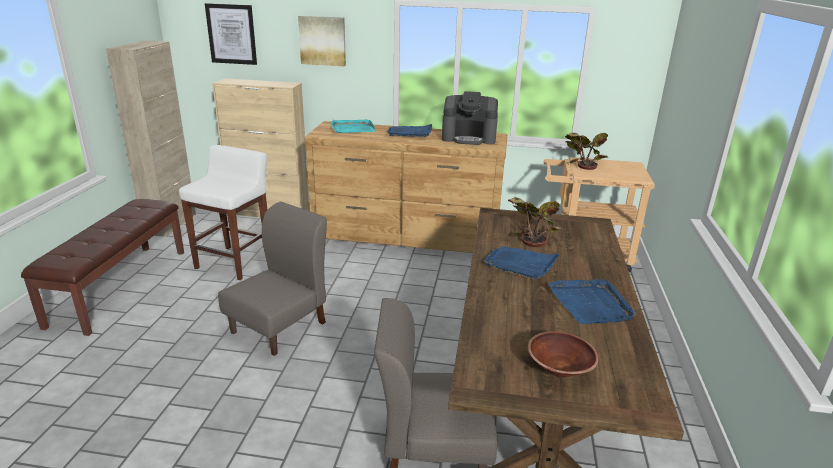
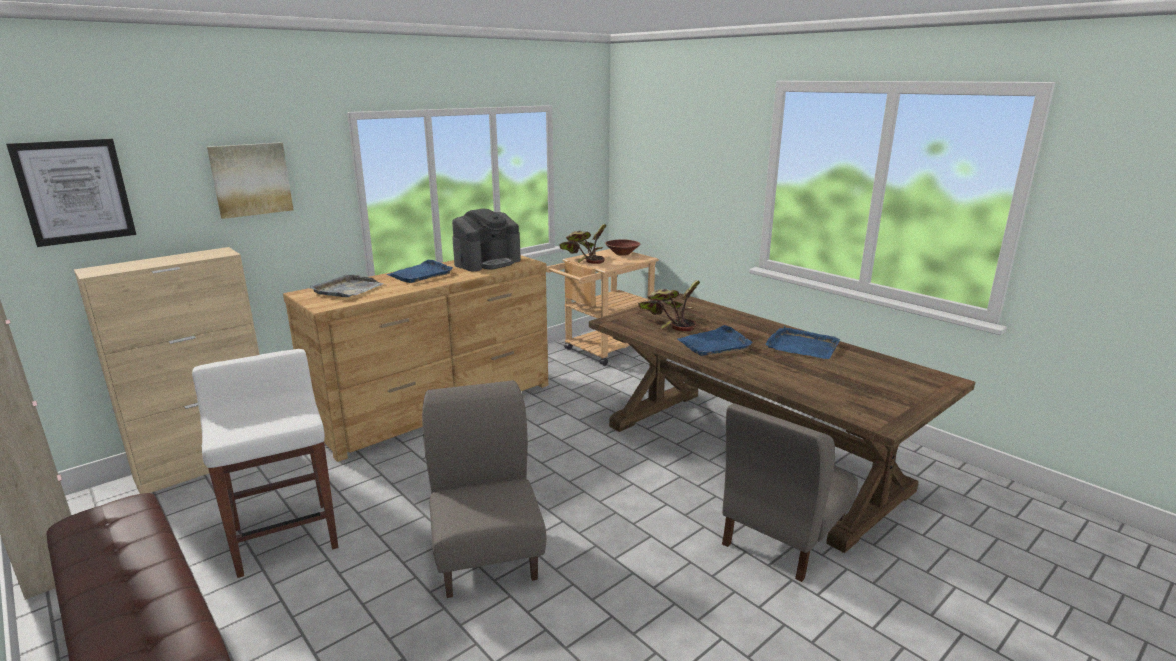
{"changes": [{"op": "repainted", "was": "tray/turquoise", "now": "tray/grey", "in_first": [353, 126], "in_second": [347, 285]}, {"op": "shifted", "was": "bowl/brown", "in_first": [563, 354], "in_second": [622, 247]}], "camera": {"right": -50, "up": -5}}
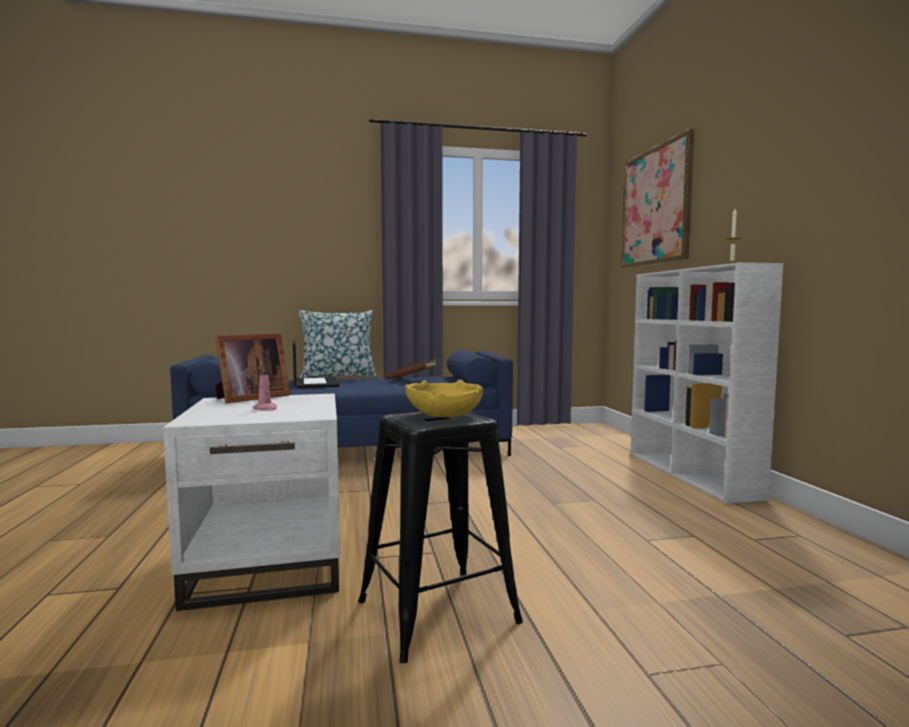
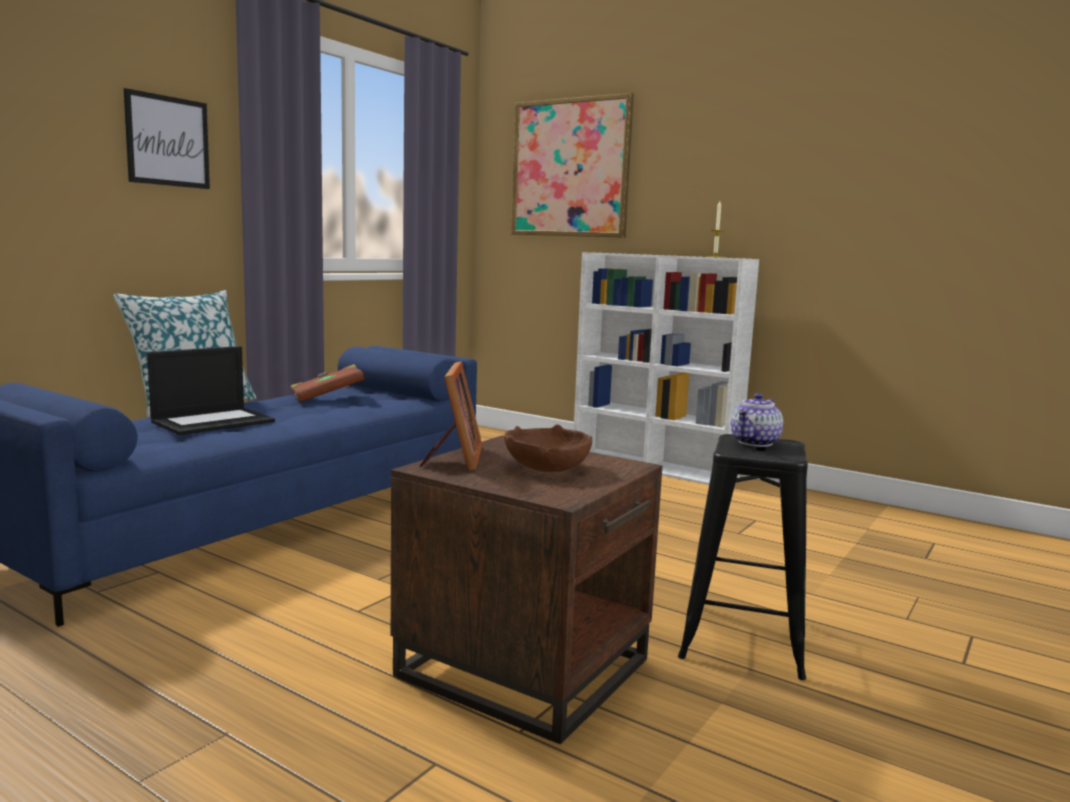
{"changes": [{"op": "rotated", "was": "laptop", "in_first": [316, 364], "in_second": [211, 390], "clockwise": 105}, {"op": "swapped", "was": "candle/pink", "now": "bowl/brown", "in_first": [264, 388], "in_second": [548, 448]}, {"op": "swapped", "was": "bowl/yellow", "now": "teapot", "in_first": [444, 399], "in_second": [757, 420]}, {"op": "repainted", "was": "side table/white", "now": "side table/brown", "in_first": [251, 502], "in_second": [526, 590]}, {"op": "new", "now": "picture", "in_second": [167, 138]}], "camera": {"right": -45, "up": 5}}
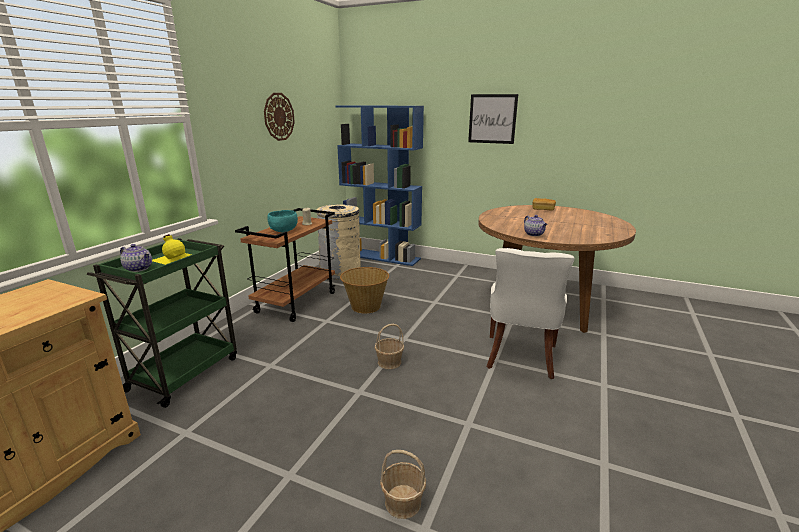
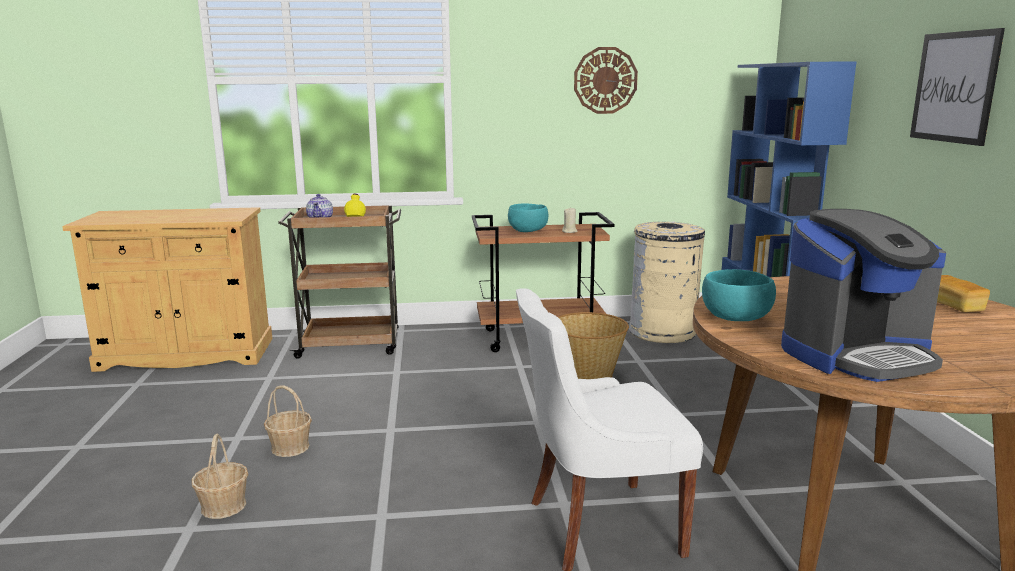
{"changes": [{"op": "swapped", "was": "teapot", "now": "bowl/turquoise", "in_first": [535, 225], "in_second": [739, 295]}, {"op": "repainted", "was": "cart/green", "now": "cart/brown", "in_first": [162, 323], "in_second": [339, 281]}, {"op": "shifted", "was": "basket", "in_first": [389, 346], "in_second": [288, 421]}, {"op": "new", "now": "coffee machine", "in_second": [863, 295]}], "camera": {"right": 60, "up": -5}}
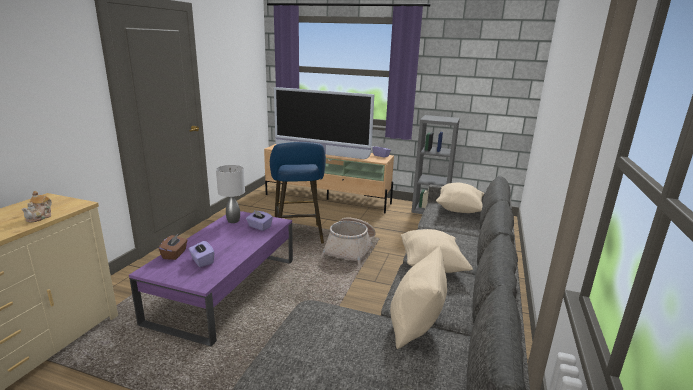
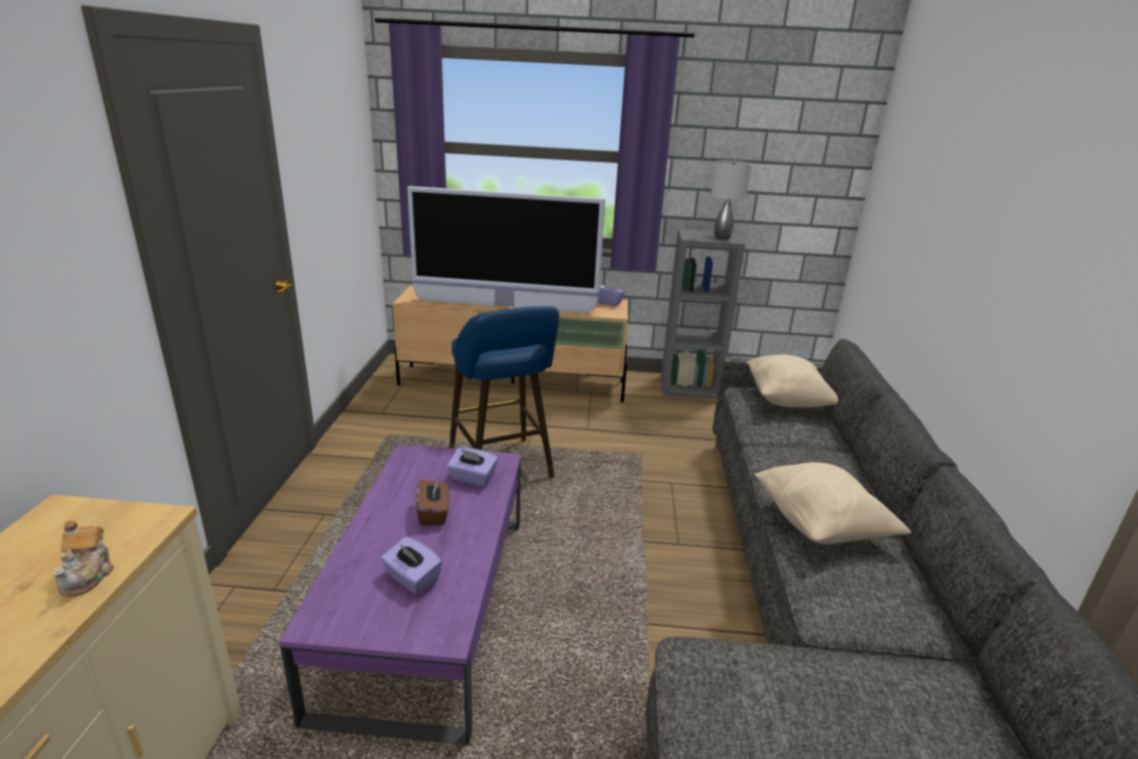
{"changes": [{"op": "shifted", "was": "table lamp/grey", "in_first": [230, 194], "in_second": [731, 199]}, {"op": "gone", "was": "basket", "in_first": [348, 241]}, {"op": "shifted", "was": "tissue box/brown", "in_first": [173, 247], "in_second": [432, 502]}, {"op": "gone", "was": "pillow/beige", "in_first": [418, 297]}], "camera": {"right": -15, "up": 5}}
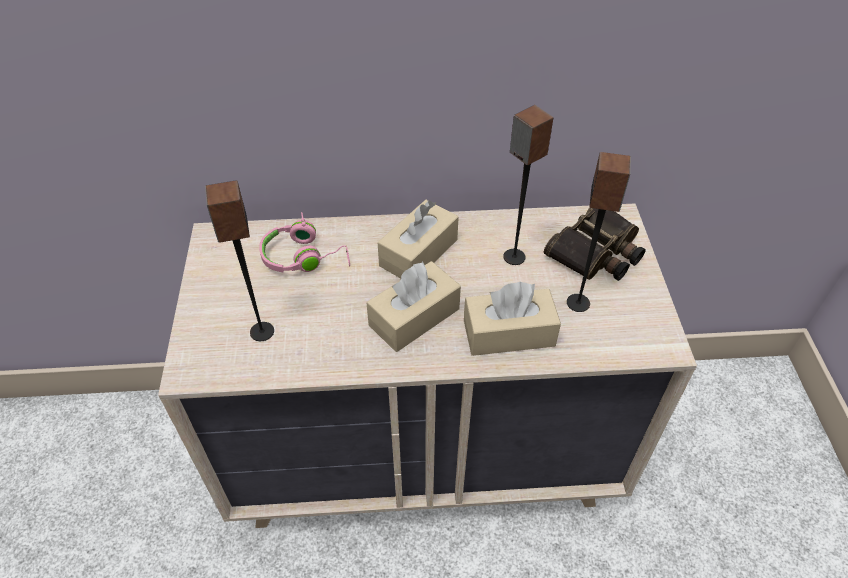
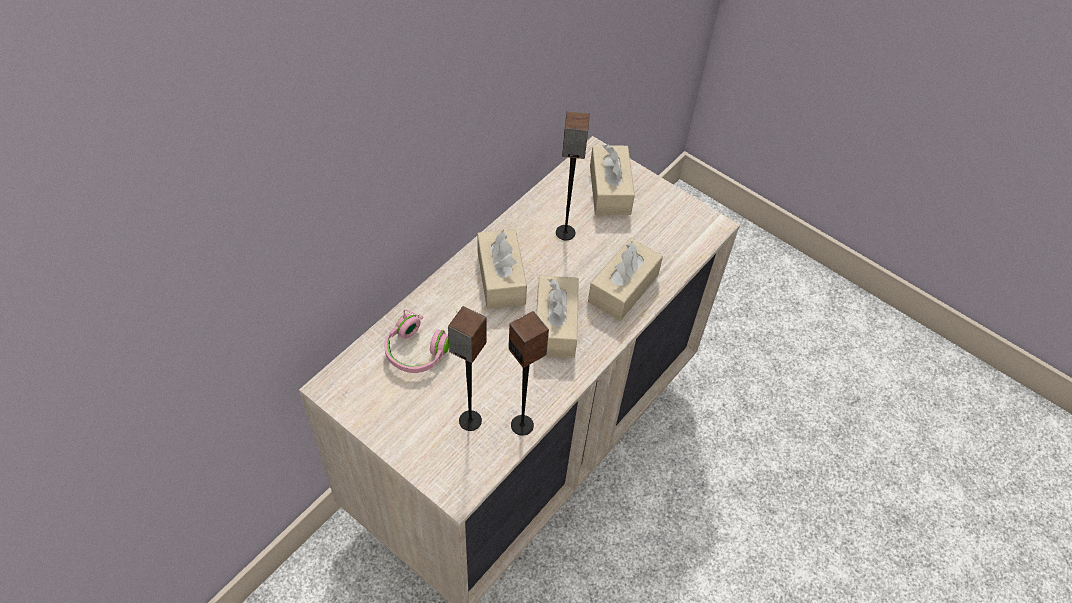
{"changes": [{"op": "shifted", "was": "speaker", "in_first": [599, 232], "in_second": [529, 373]}, {"op": "swapped", "was": "binoculars", "now": "tissue box/beige", "in_first": [595, 244], "in_second": [612, 179]}], "camera": {"right": -50, "up": 5}}
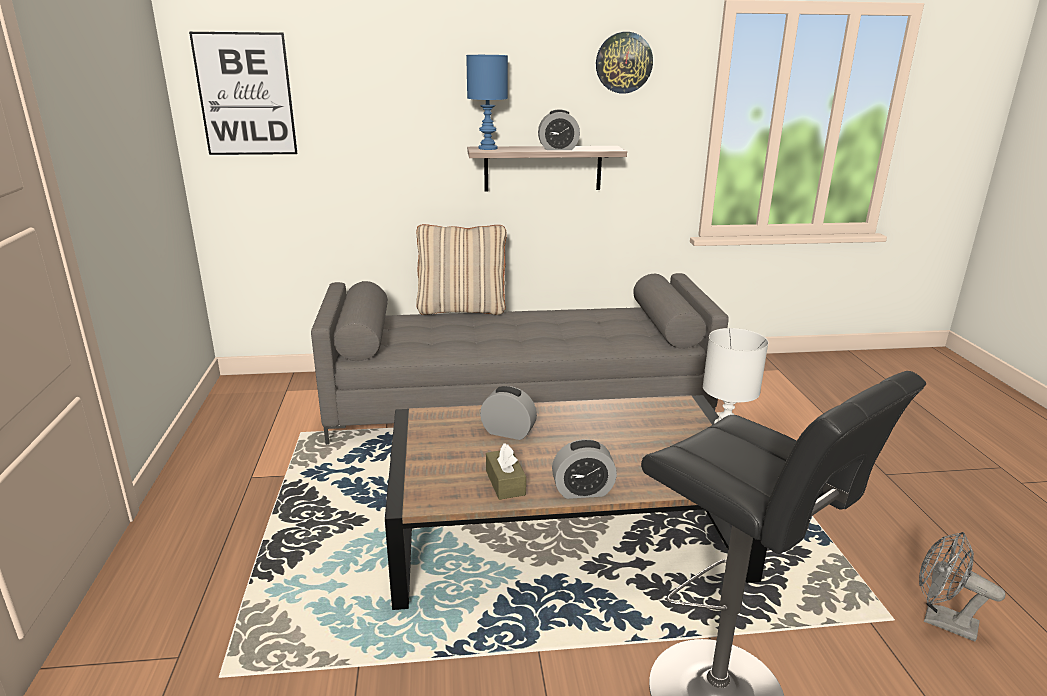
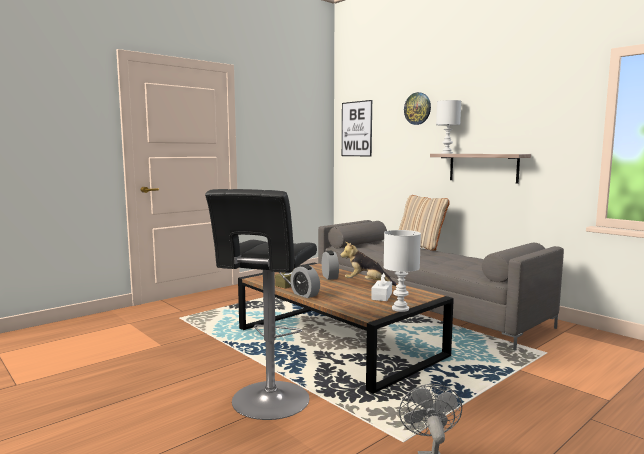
{"changes": [{"op": "shifted", "was": "wall clock", "in_first": [624, 63], "in_second": [417, 108]}, {"op": "repainted", "was": "table lamp/blue", "now": "table lamp/white", "in_first": [487, 102], "in_second": [448, 127]}, {"op": "gone", "was": "alarm clock", "in_first": [559, 129]}, {"op": "new", "now": "plush toy", "in_second": [368, 264]}, {"op": "new", "now": "tissue box/white", "in_second": [381, 287]}], "camera": {"right": 55, "up": -15}}
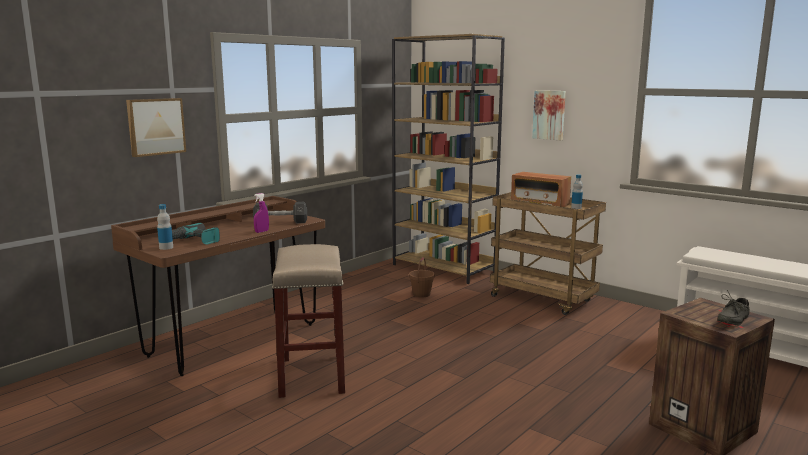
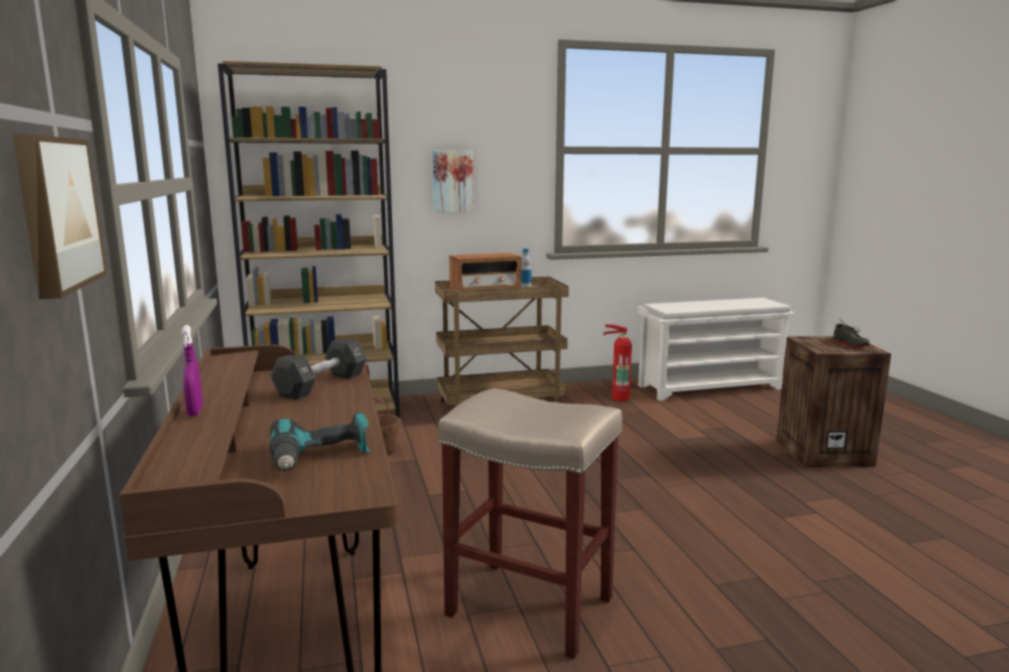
{"changes": [{"op": "shifted", "was": "spray bottle/purple", "in_first": [261, 213], "in_second": [192, 370]}, {"op": "gone", "was": "bottle", "in_first": [165, 227]}, {"op": "new", "now": "fire extinguisher", "in_second": [617, 362]}], "camera": {"right": -55, "up": 0}}
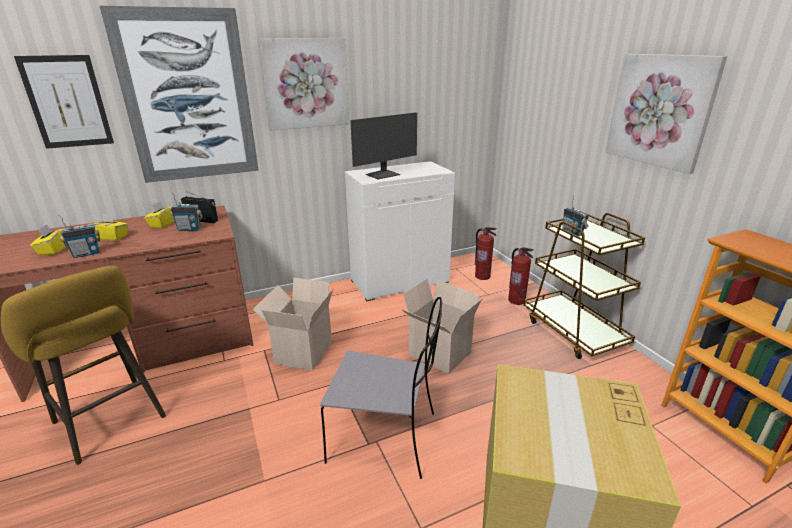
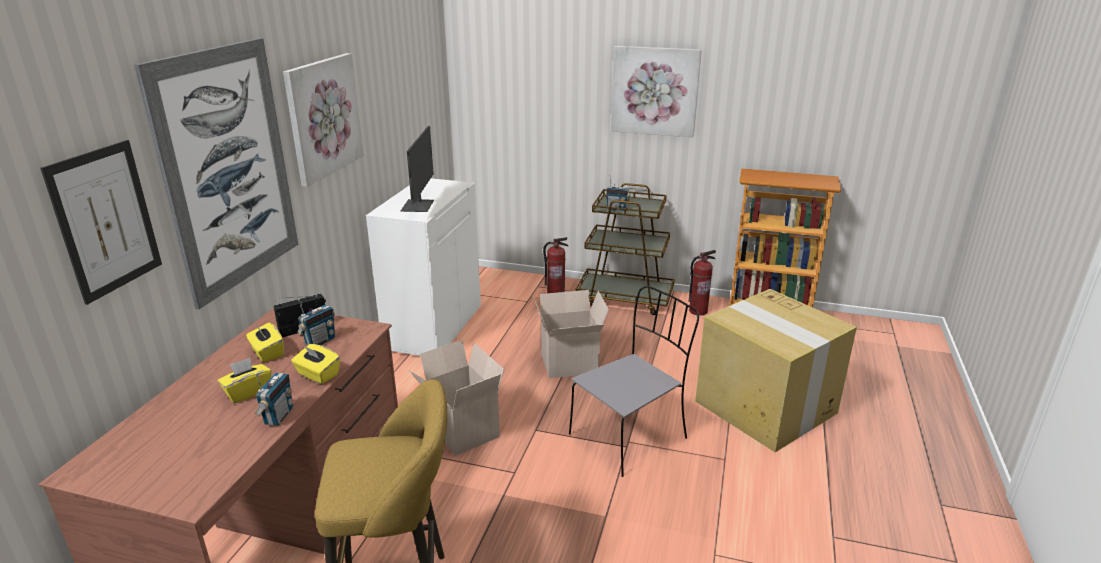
{"changes": [{"op": "shifted", "was": "tissue box/yellow", "in_first": [48, 239], "in_second": [315, 364]}, {"op": "shifted", "was": "fire extinguisher", "in_first": [486, 253], "in_second": [702, 283]}], "camera": {"right": -50, "up": 0}}
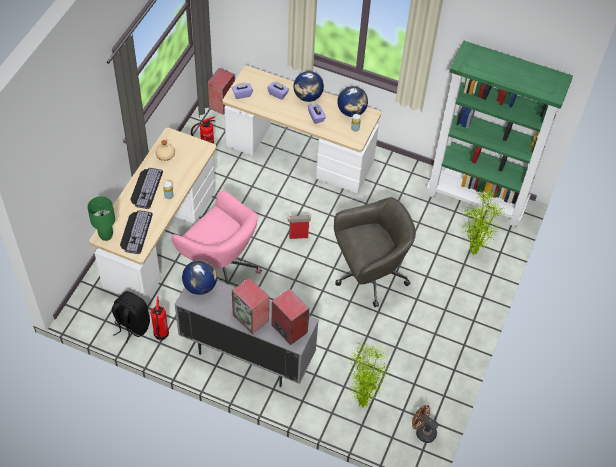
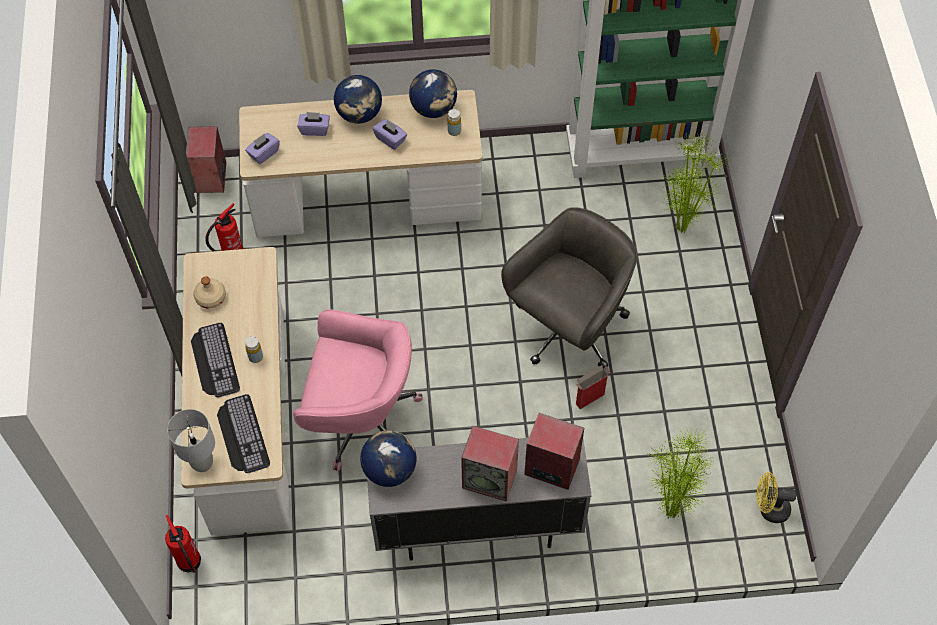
{"changes": [{"op": "repainted", "was": "table lamp/green", "now": "table lamp/grey", "in_first": [101, 218], "in_second": [191, 440]}, {"op": "shifted", "was": "cardboard box", "in_first": [299, 227], "in_second": [593, 387]}, {"op": "gone", "was": "backpack/black", "in_first": [131, 317]}, {"op": "shifted", "was": "fire extinguisher", "in_first": [160, 318], "in_second": [183, 544]}, {"op": "repainted", "was": "fan/brown", "now": "fan/yellow", "in_first": [425, 424], "in_second": [776, 497]}], "camera": {"right": -25, "up": 5}}
